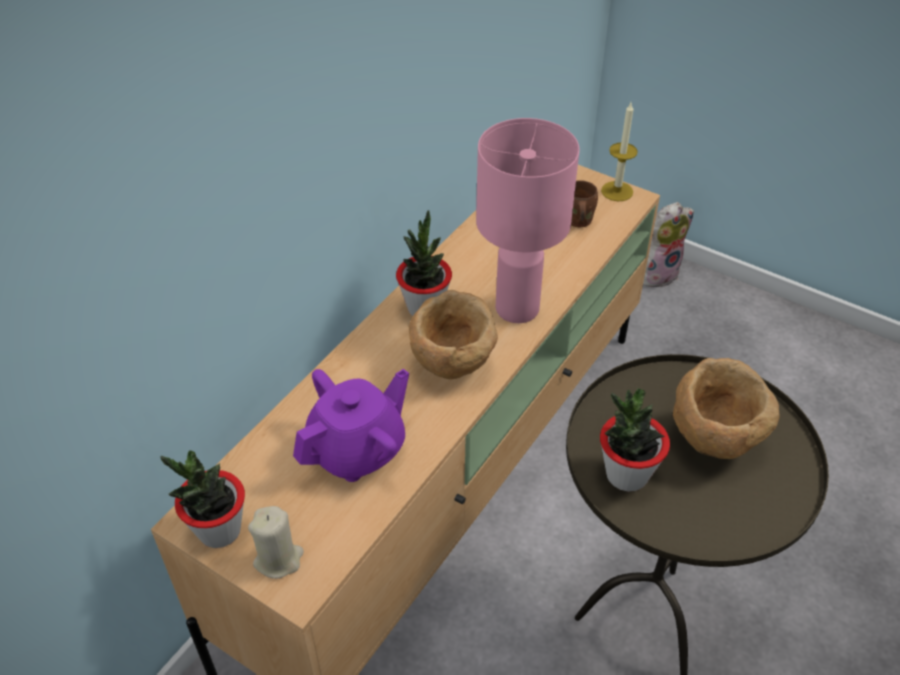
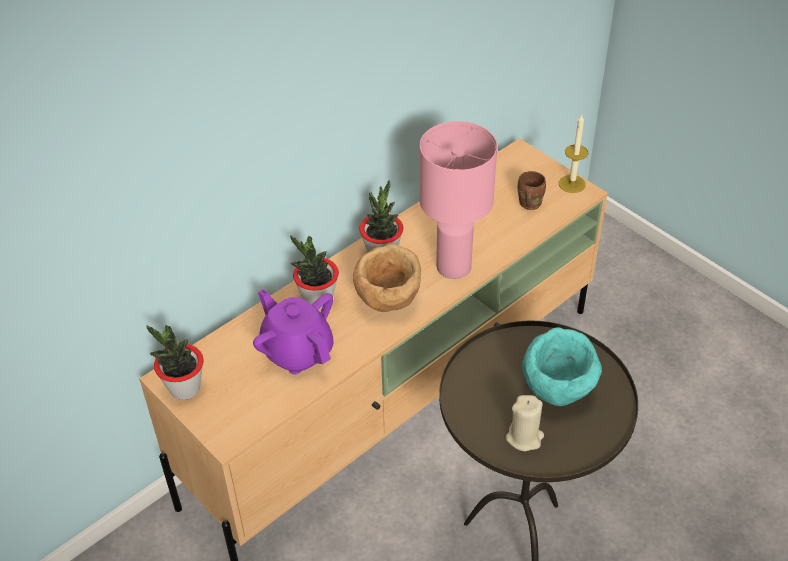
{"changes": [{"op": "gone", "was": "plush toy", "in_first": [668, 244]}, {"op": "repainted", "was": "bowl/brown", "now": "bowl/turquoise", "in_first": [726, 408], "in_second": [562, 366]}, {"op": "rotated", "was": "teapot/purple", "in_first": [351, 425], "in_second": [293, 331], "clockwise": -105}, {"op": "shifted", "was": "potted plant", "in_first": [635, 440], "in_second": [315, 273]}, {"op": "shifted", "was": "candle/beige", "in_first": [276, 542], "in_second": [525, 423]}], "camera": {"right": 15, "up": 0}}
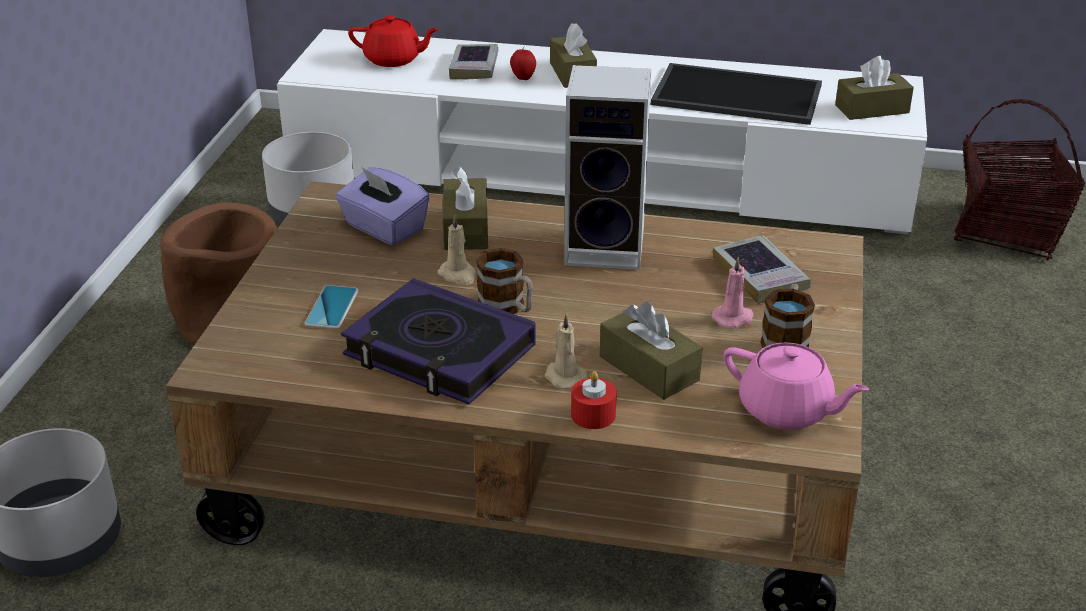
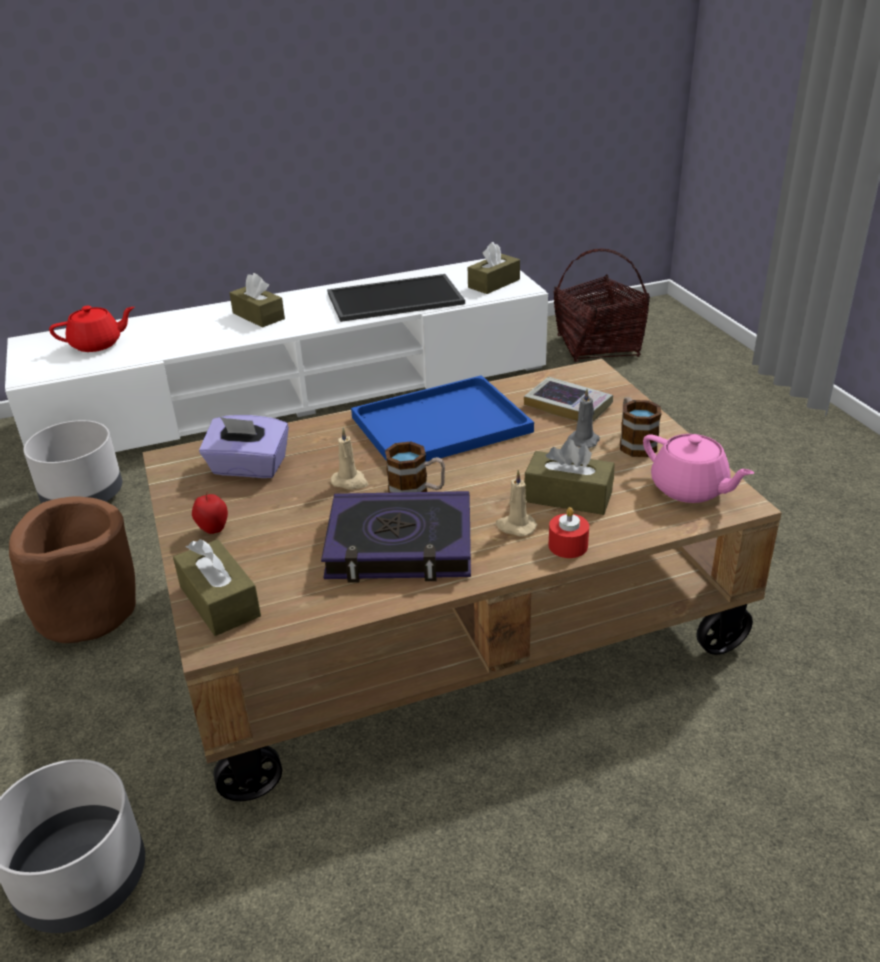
{"changes": [{"op": "gone", "was": "book", "in_first": [473, 62]}, {"op": "shifted", "was": "apple", "in_first": [523, 63], "in_second": [210, 513]}, {"op": "swapped", "was": "speaker", "now": "tray/blue", "in_first": [607, 167], "in_second": [442, 418]}, {"op": "shifted", "was": "tissue box/brown", "in_first": [465, 208], "in_second": [217, 587]}, {"op": "repainted", "was": "candle/pink", "now": "candle/grey", "in_first": [733, 292], "in_second": [583, 419]}, {"op": "gone", "was": "phone", "in_first": [331, 307]}, {"op": "rotated", "was": "teapot/pink", "in_first": [796, 386], "in_second": [698, 468], "clockwise": 45}], "camera": {"right": -30, "up": 0}}
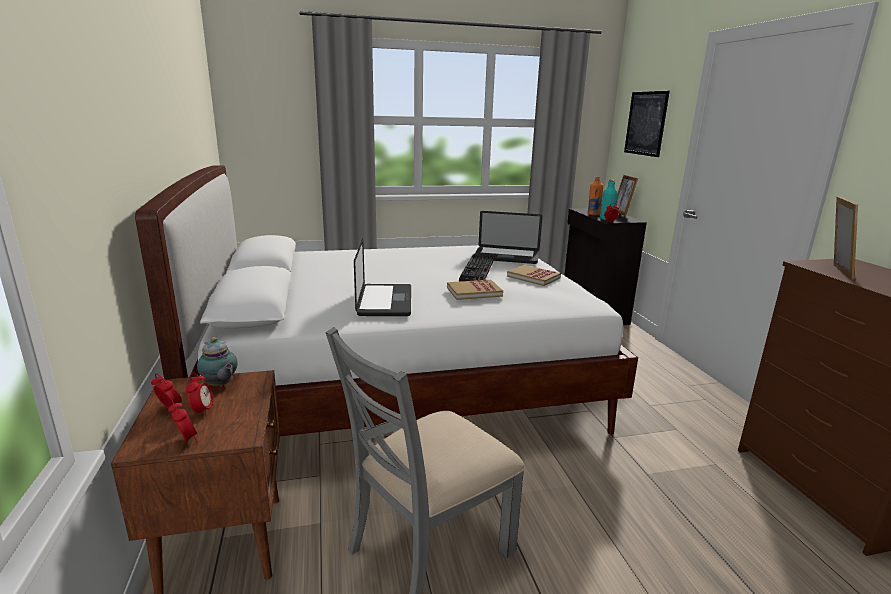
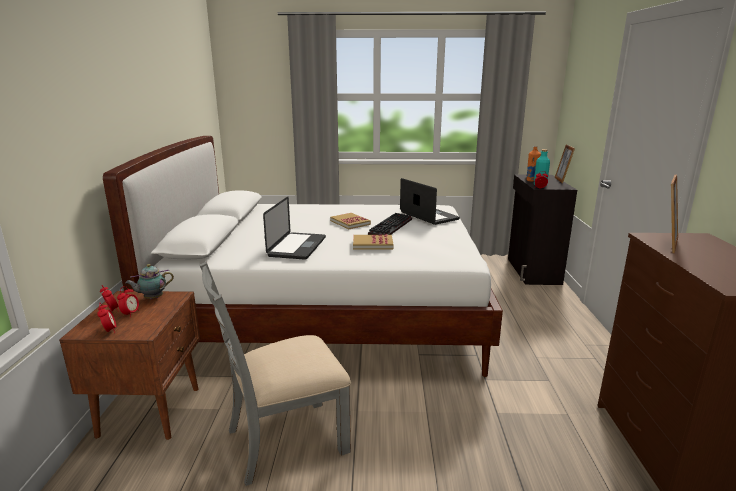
{"changes": [{"op": "gone", "was": "picture", "in_first": [647, 124]}, {"op": "rotated", "was": "laptop", "in_first": [508, 237], "in_second": [430, 201], "clockwise": -150}, {"op": "shifted", "was": "book", "in_first": [534, 275], "in_second": [350, 221]}, {"op": "rotated", "was": "teapot", "in_first": [217, 362], "in_second": [149, 281], "clockwise": 90}], "camera": {"right": 15, "up": 0}}
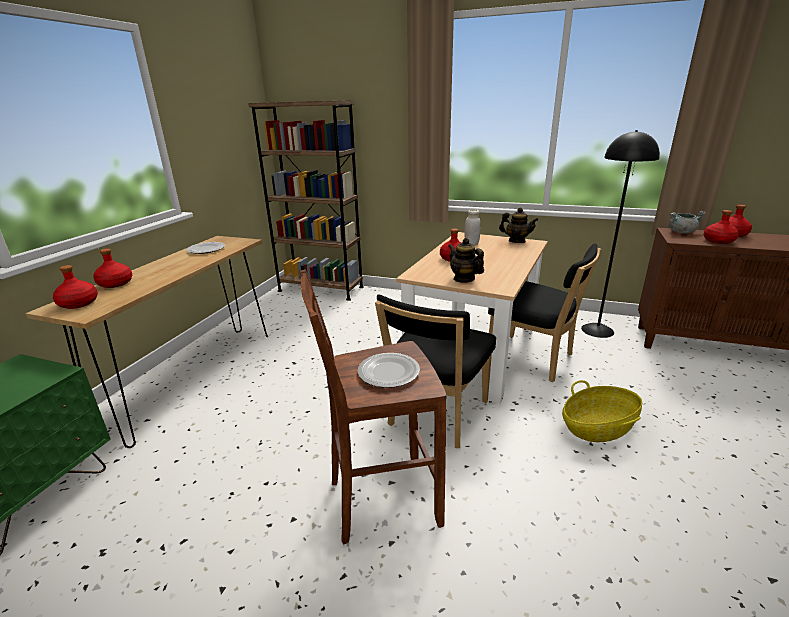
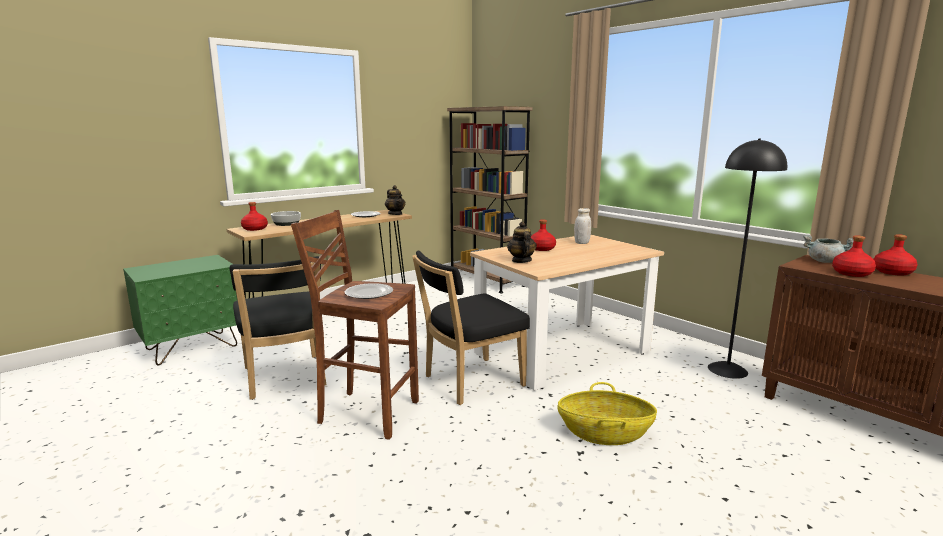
{"changes": [{"op": "shifted", "was": "teapot", "in_first": [518, 225], "in_second": [395, 200]}, {"op": "shifted", "was": "chair/black", "in_first": [544, 312], "in_second": [278, 328]}, {"op": "swapped", "was": "bottle/red", "now": "bowl", "in_first": [112, 268], "in_second": [286, 218]}], "camera": {"right": 30, "up": -10}}
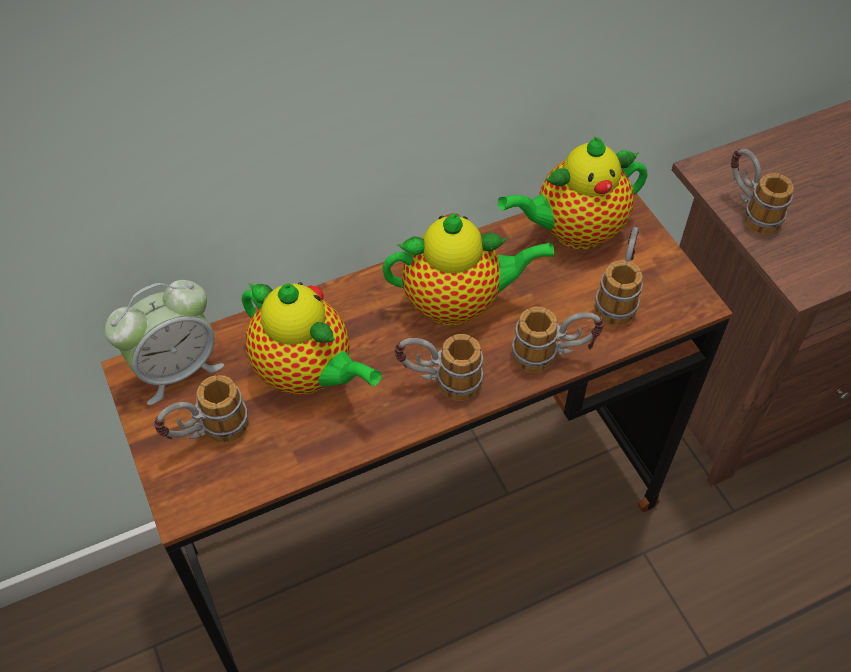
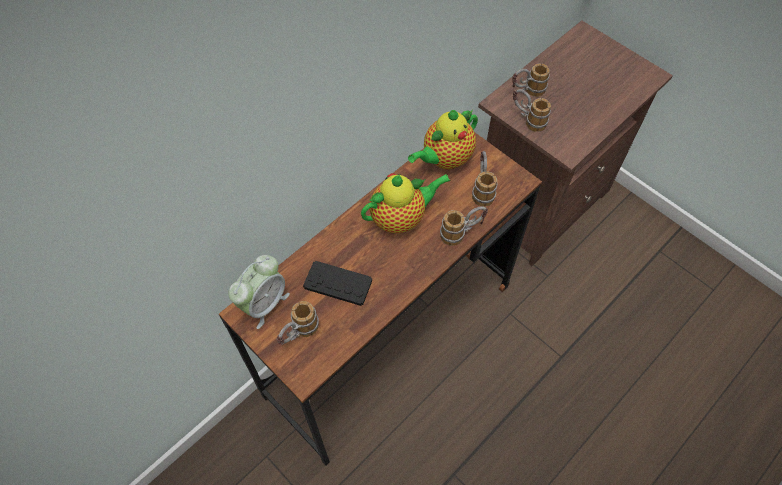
{"changes": [{"op": "swapped", "was": "teapot", "now": "game controller/black", "in_first": [312, 338], "in_second": [337, 283]}, {"op": "shifted", "was": "mug", "in_first": [439, 367], "in_second": [531, 80]}], "camera": {"right": -20, "up": 5}}
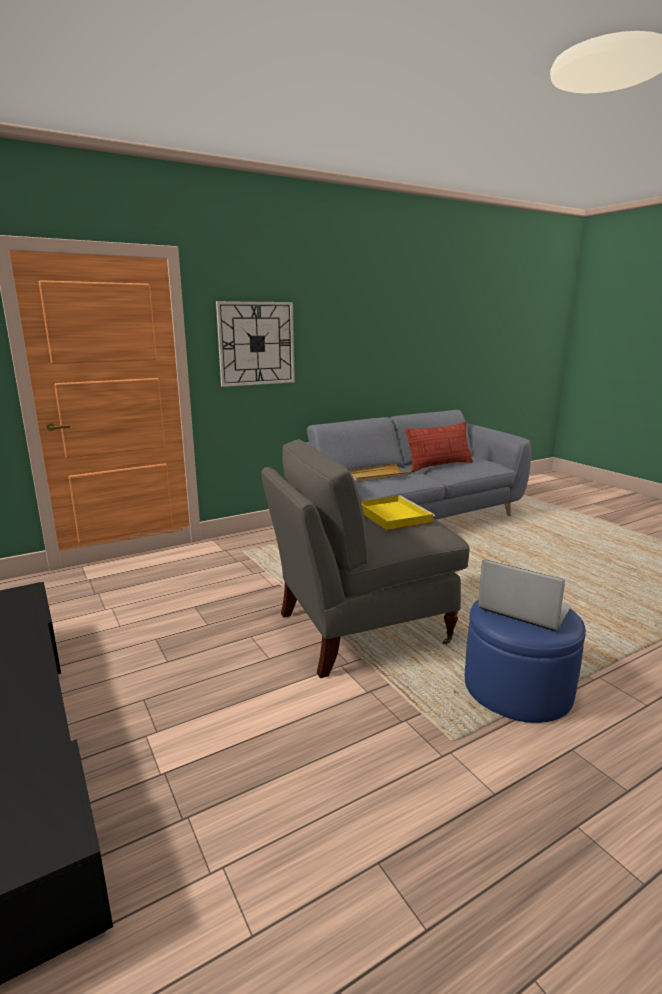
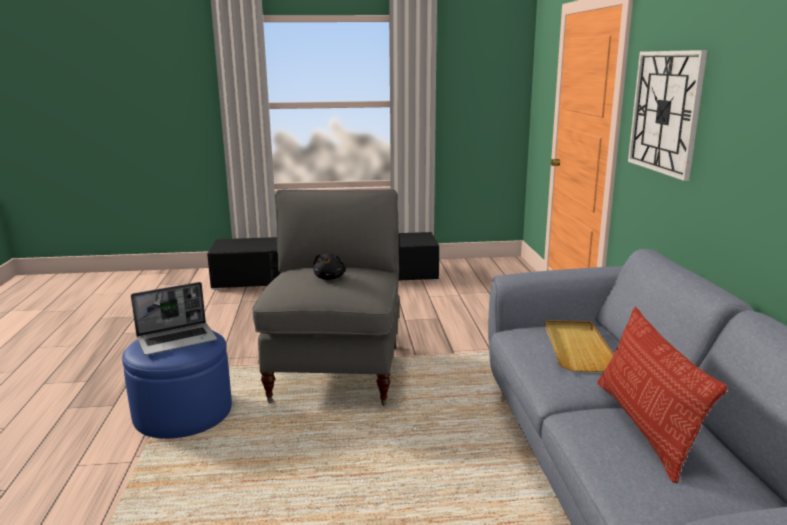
{"changes": [{"op": "swapped", "was": "tray/yellow", "now": "plush toy/black", "in_first": [398, 512], "in_second": [329, 266]}], "camera": {"right": 115, "up": 0}}
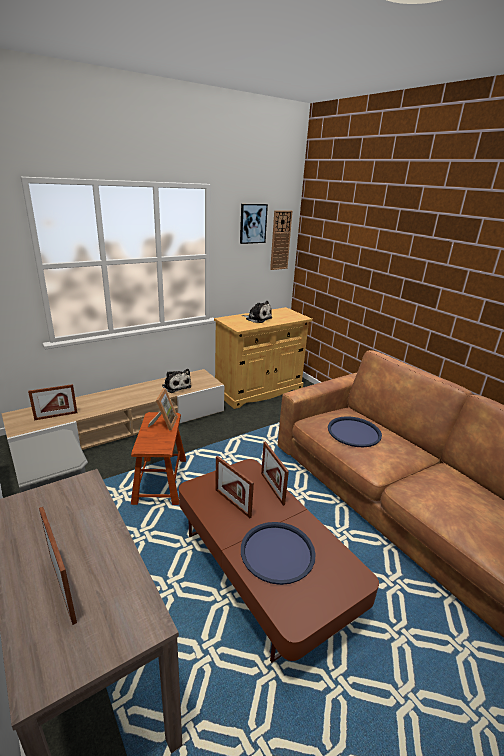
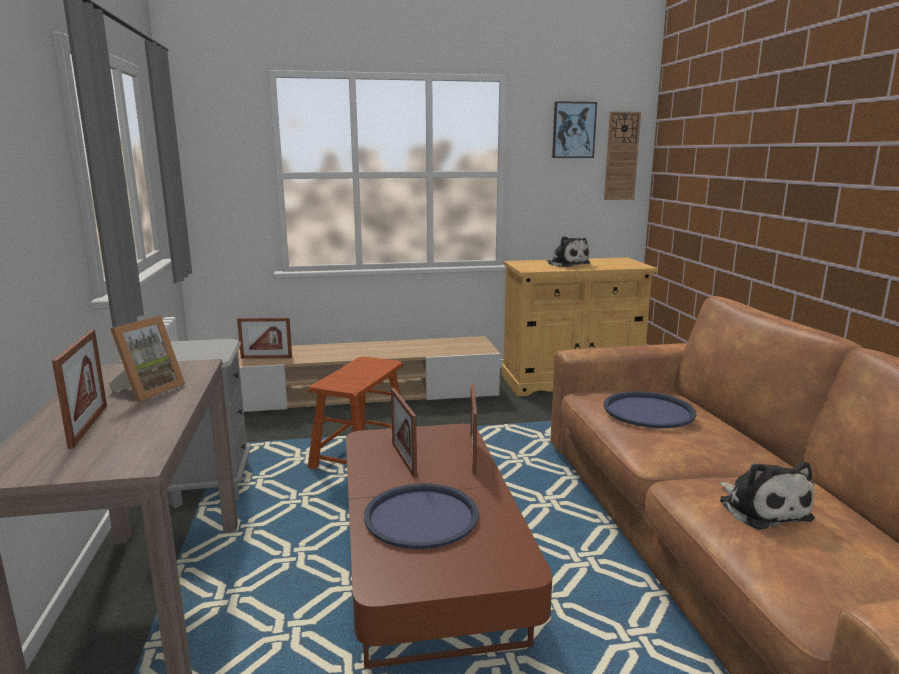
{"changes": [{"op": "shifted", "was": "plush toy", "in_first": [176, 381], "in_second": [767, 496]}, {"op": "shifted", "was": "picture frame", "in_first": [163, 409], "in_second": [147, 358]}], "camera": {"right": 25, "up": -10}}
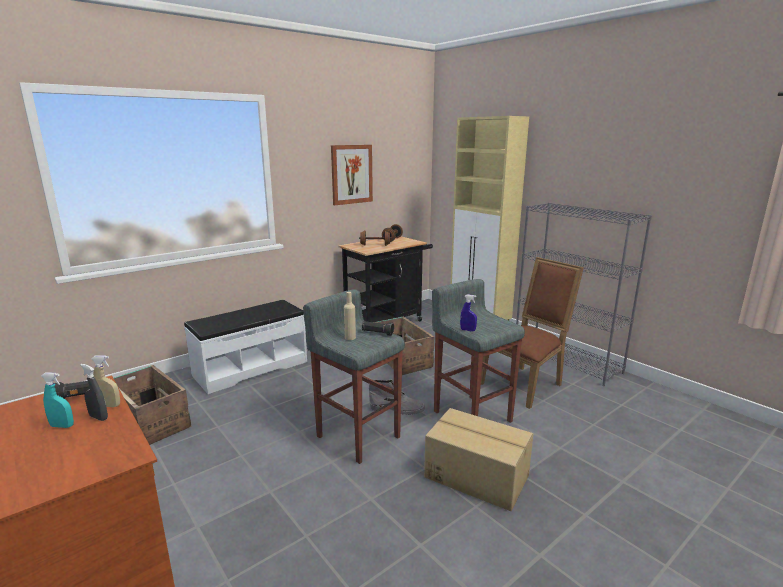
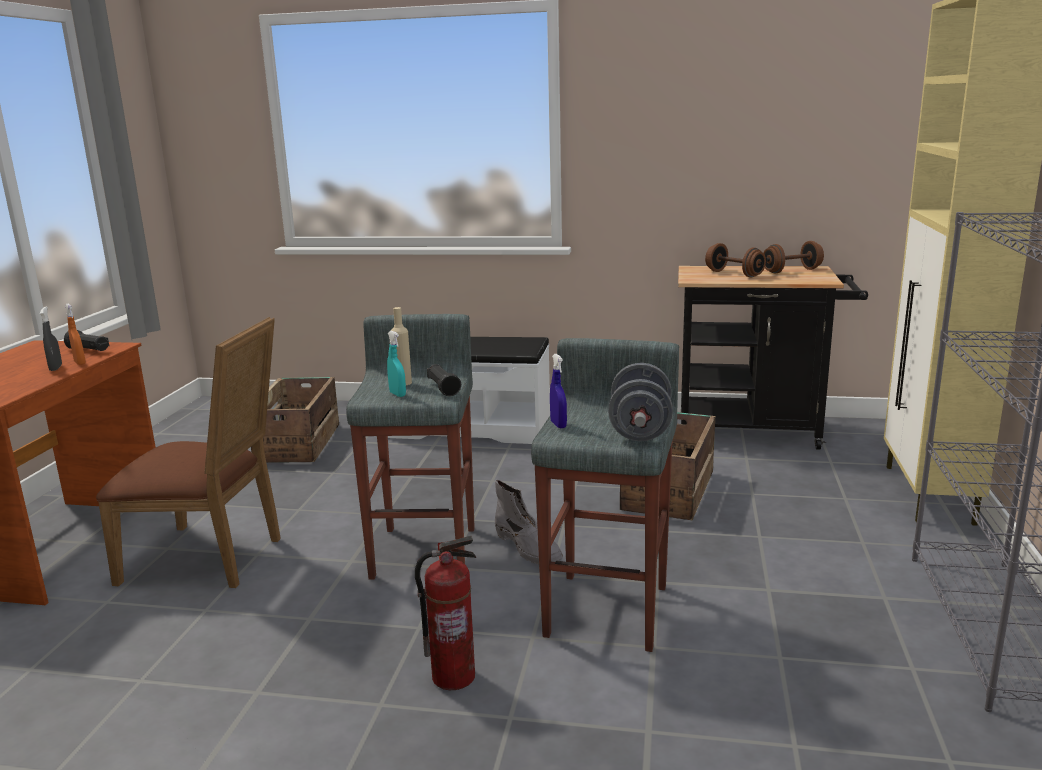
{"changes": [{"op": "gone", "was": "picture", "in_first": [352, 175]}, {"op": "shifted", "was": "chair/brown", "in_first": [532, 333], "in_second": [188, 452]}, {"op": "repainted", "was": "spray bottle/beige", "now": "spray bottle/orange", "in_first": [105, 381], "in_second": [75, 334]}, {"op": "shifted", "was": "spray bottle/turquoise", "in_first": [57, 400], "in_second": [396, 364]}, {"op": "swapped", "was": "cardboard box", "now": "fire extinguisher", "in_first": [478, 459], "in_second": [445, 613]}, {"op": "new", "now": "dumbbell/grey", "in_second": [640, 402]}], "camera": {"right": 50, "up": 0}}
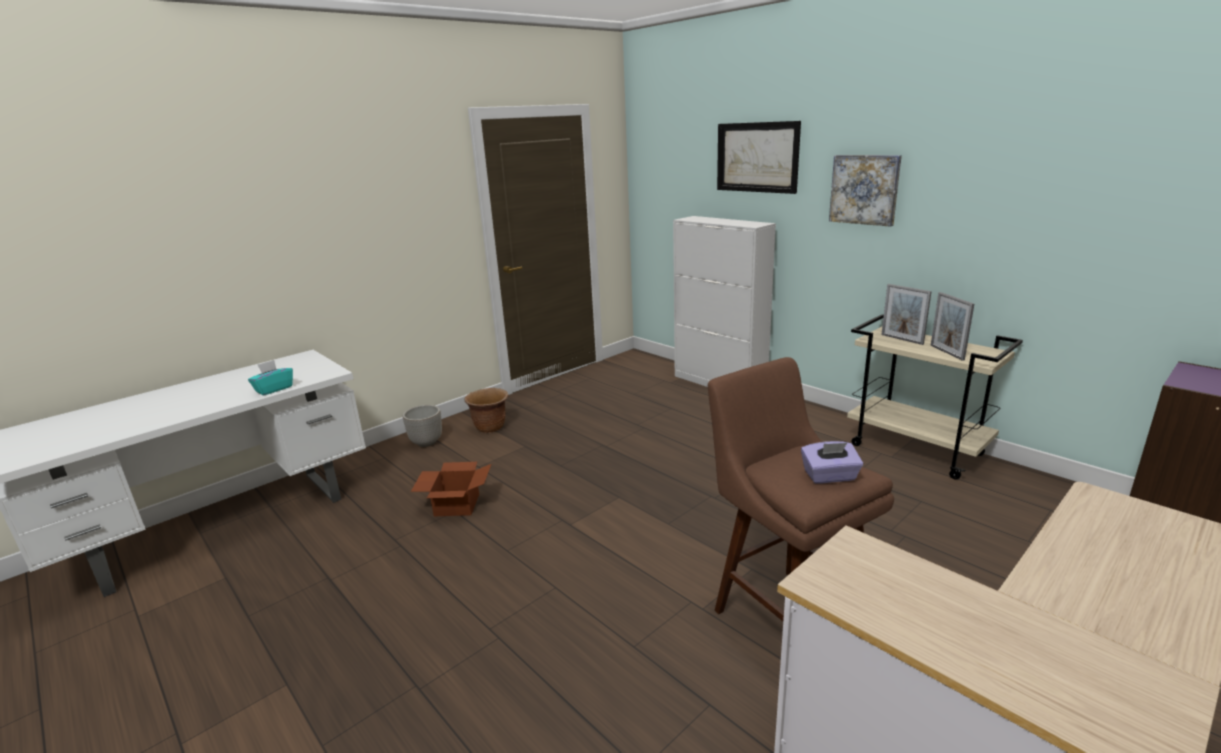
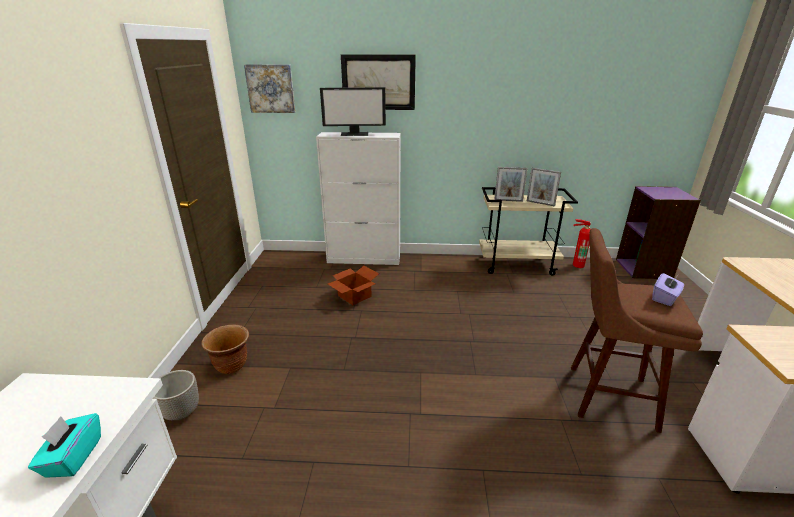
{"changes": [{"op": "shifted", "was": "picture", "in_first": [865, 191], "in_second": [269, 88]}, {"op": "shifted", "was": "cardboard box", "in_first": [451, 489], "in_second": [353, 285]}, {"op": "new", "now": "monitor", "in_second": [353, 111]}, {"op": "new", "now": "fire extinguisher", "in_second": [582, 243]}], "camera": {"right": -45, "up": 5}}
